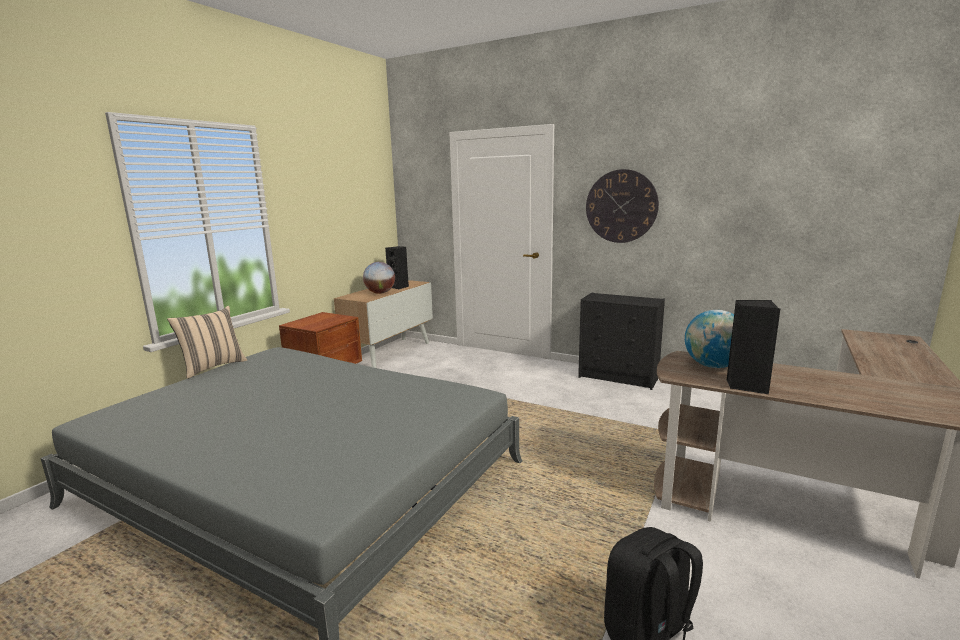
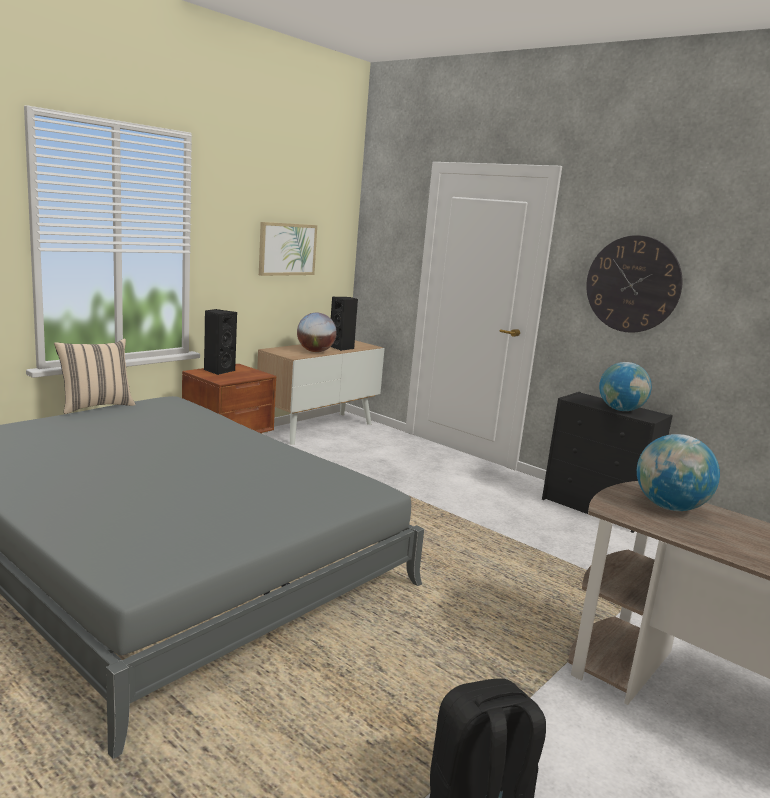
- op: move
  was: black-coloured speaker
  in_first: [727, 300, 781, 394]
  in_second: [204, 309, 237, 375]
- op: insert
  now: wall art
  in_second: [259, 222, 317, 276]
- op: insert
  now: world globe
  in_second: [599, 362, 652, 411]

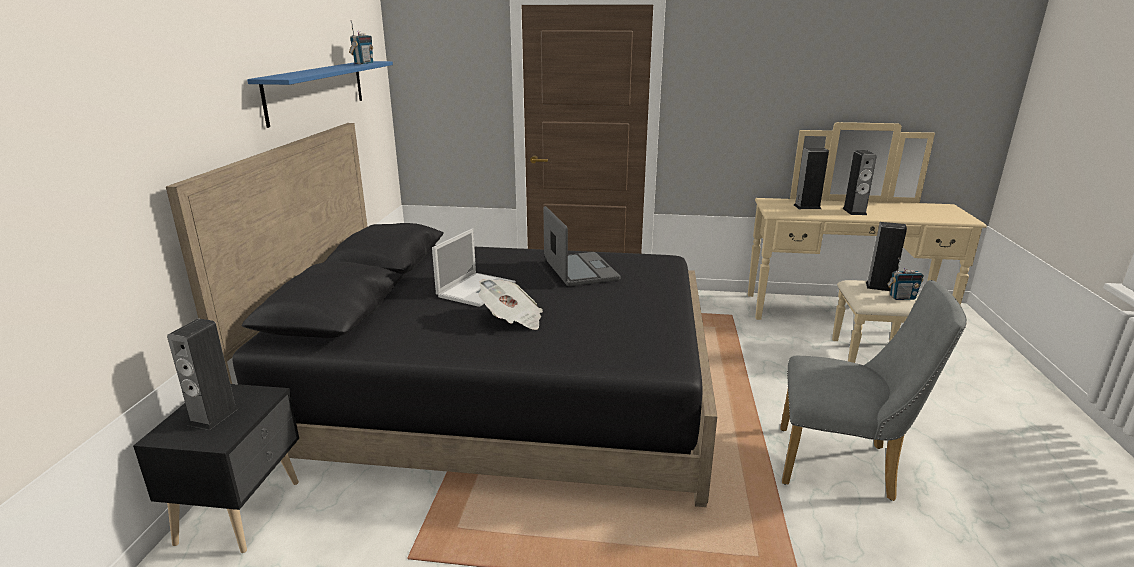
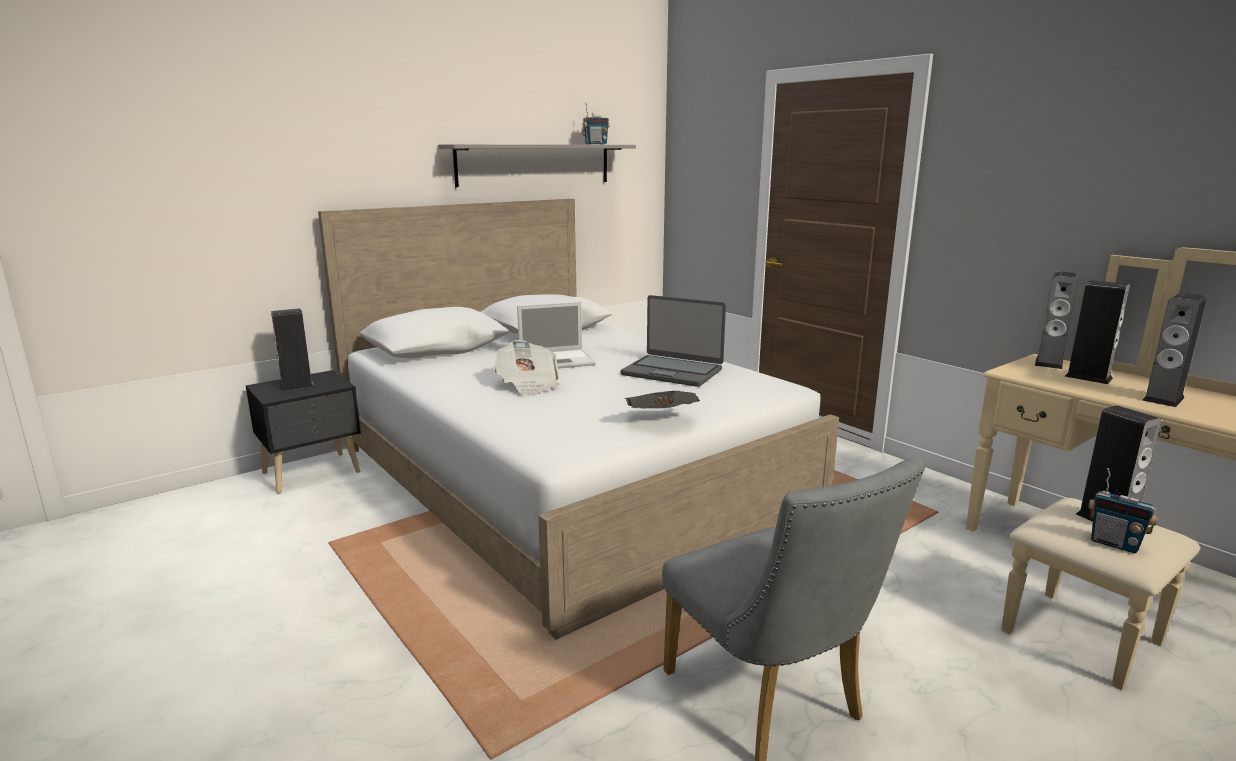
- op: recolor
  was: black-coloured bedroom bed
  now: white bedroom bed
  in_first: [166, 123, 717, 507]
  in_second: [318, 199, 839, 640]
- op: recolor
  was: bluish shelf
  now: gray shelf
  in_first: [247, 61, 393, 128]
  in_second: [438, 144, 636, 187]
- op: rotate
  was: laptop
  in_first: [543, 206, 620, 286]
  in_second: [621, 295, 726, 387]
  clockwise: 90
- op: insert
  now: newspaper
  in_second: [625, 391, 700, 408]
- op: insert
  now: speaker
  in_second: [1035, 272, 1078, 369]

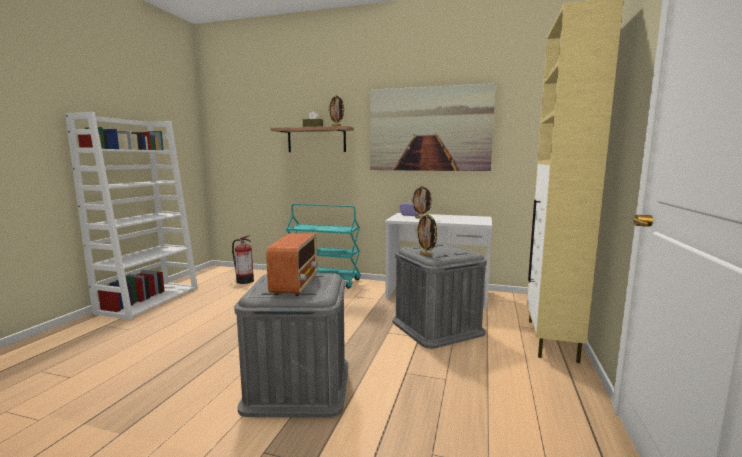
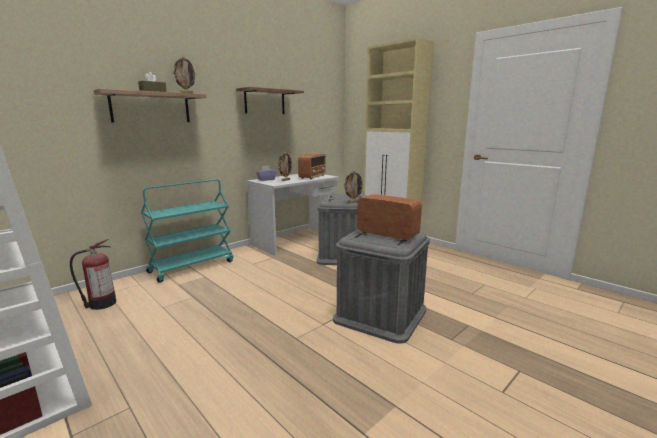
- op: replace
  was: wall art
  now: shelf
  in_first: [370, 83, 496, 171]
  in_second: [236, 87, 304, 114]
- op: insert
  now: radio
  in_second: [298, 154, 326, 179]

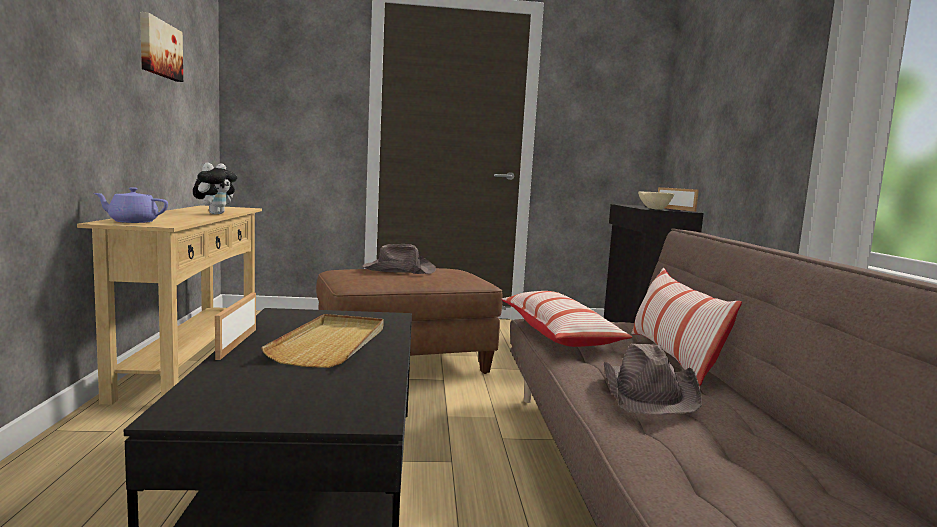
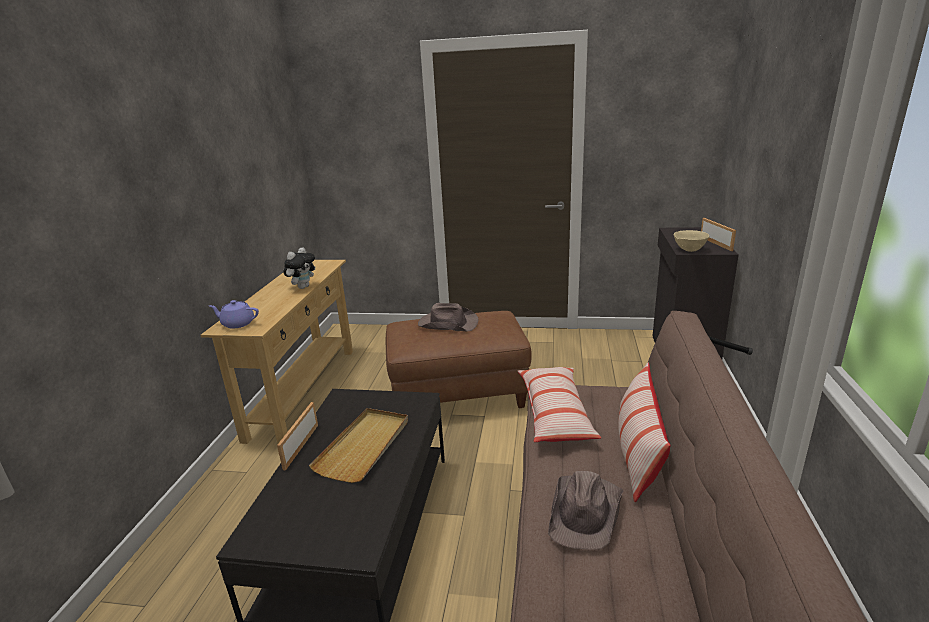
- op: delete
  was: wall art
  in_first: [140, 12, 183, 82]

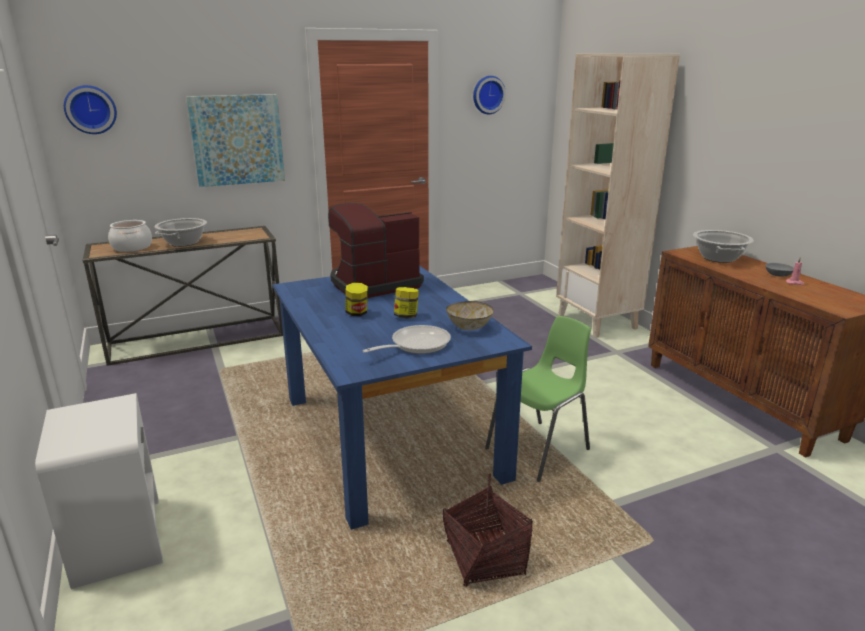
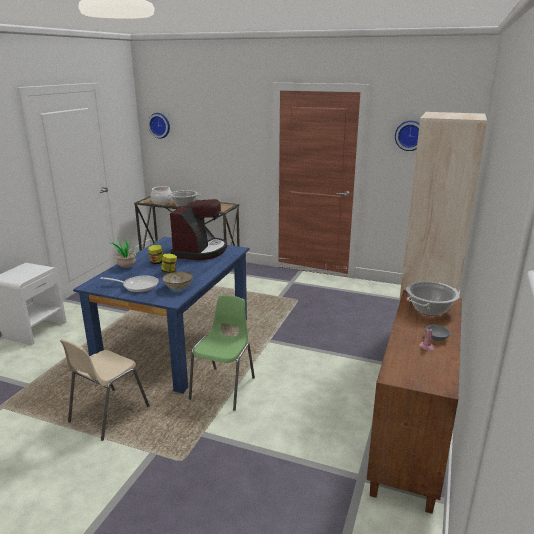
- op: replace
  was: storage basket
  now: sand-coloured upright chair
  in_first: [442, 473, 533, 587]
  in_second: [60, 339, 150, 441]
- op: insert
  now: potted plant
  in_second: [107, 238, 140, 268]
- op: rotate
  was: coffee brewer
  in_first: [328, 203, 424, 298]
  in_second: [170, 199, 227, 260]
  clockwise: 90
- op: rotate
  was: greenish upright chair
  in_first: [485, 316, 591, 482]
  in_second: [189, 295, 255, 411]
  clockwise: -75
- op: delete
  was: wall art
  in_first: [186, 94, 285, 187]

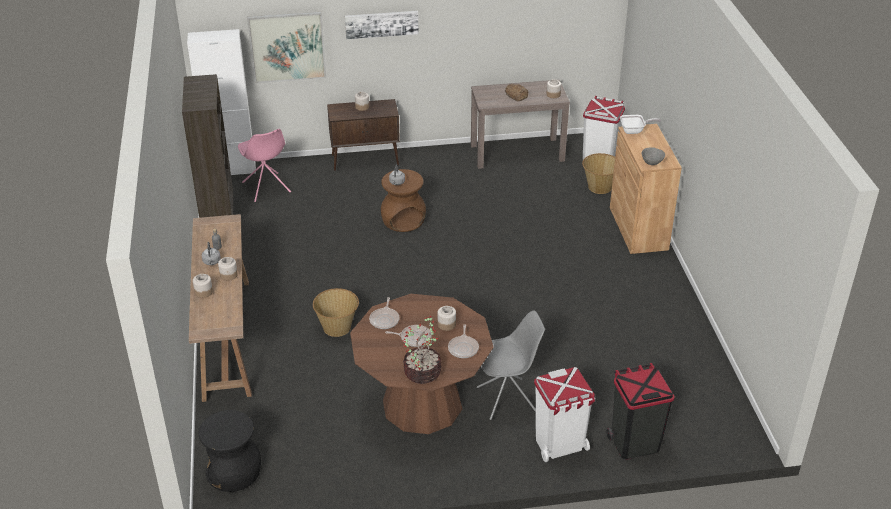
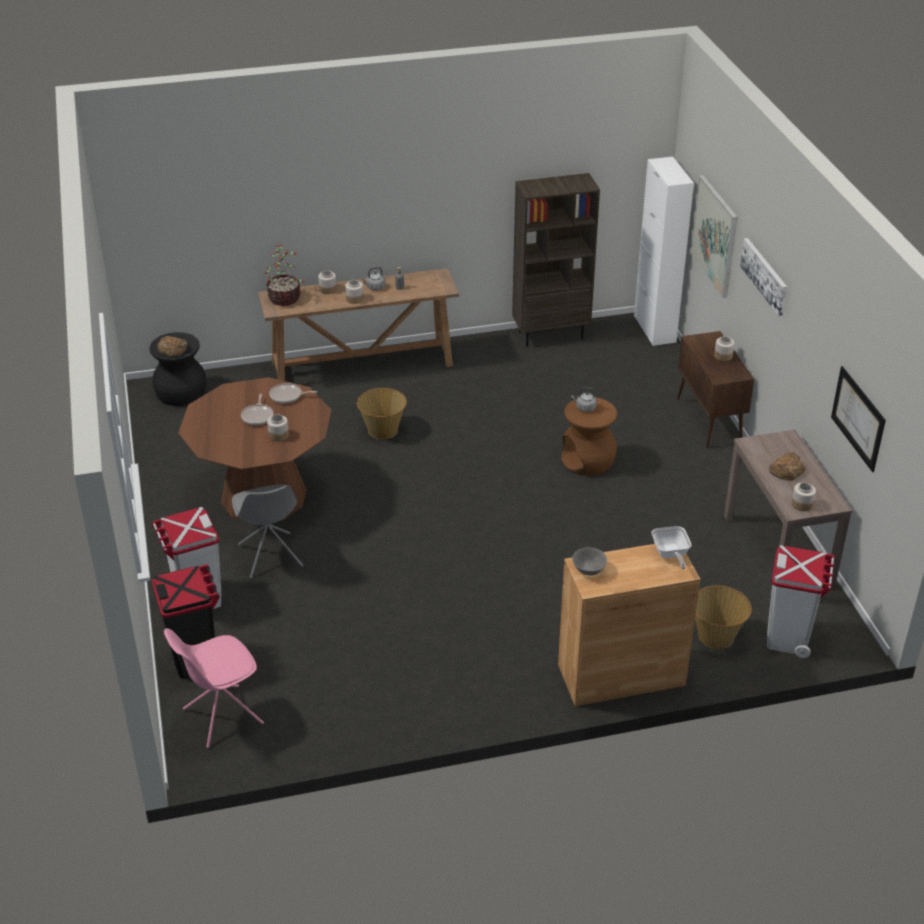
- op: insert
  now: bread
  in_second: [157, 336, 187, 357]
- op: move
  was: pink-coloured upright chair
  in_first: [238, 129, 291, 202]
  in_second: [164, 628, 264, 748]
- op: move
  was: potted plant
  in_first: [403, 316, 441, 384]
  in_second: [265, 246, 305, 306]
- op: insert
  now: wall art
  in_second: [831, 366, 886, 472]
- op: delete
  was: pan
  in_first: [448, 324, 479, 358]

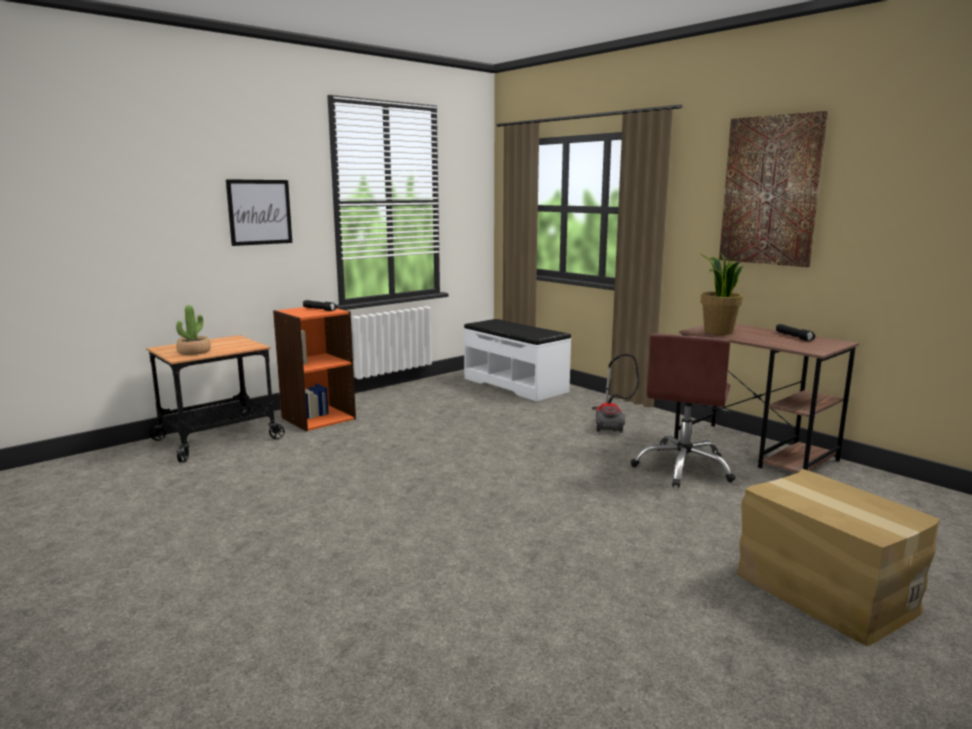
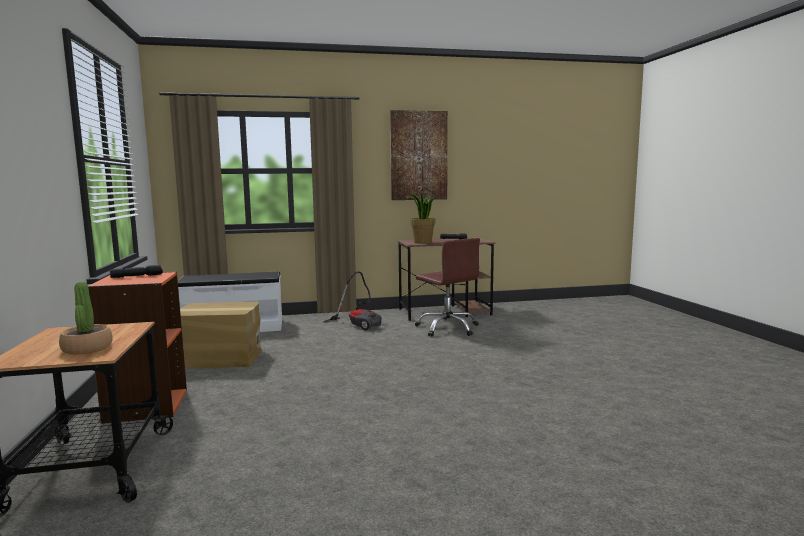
- op: move
  was: carton
  in_first: [737, 469, 940, 646]
  in_second: [180, 302, 262, 369]
- op: delete
  was: wall art
  in_first: [226, 179, 292, 246]

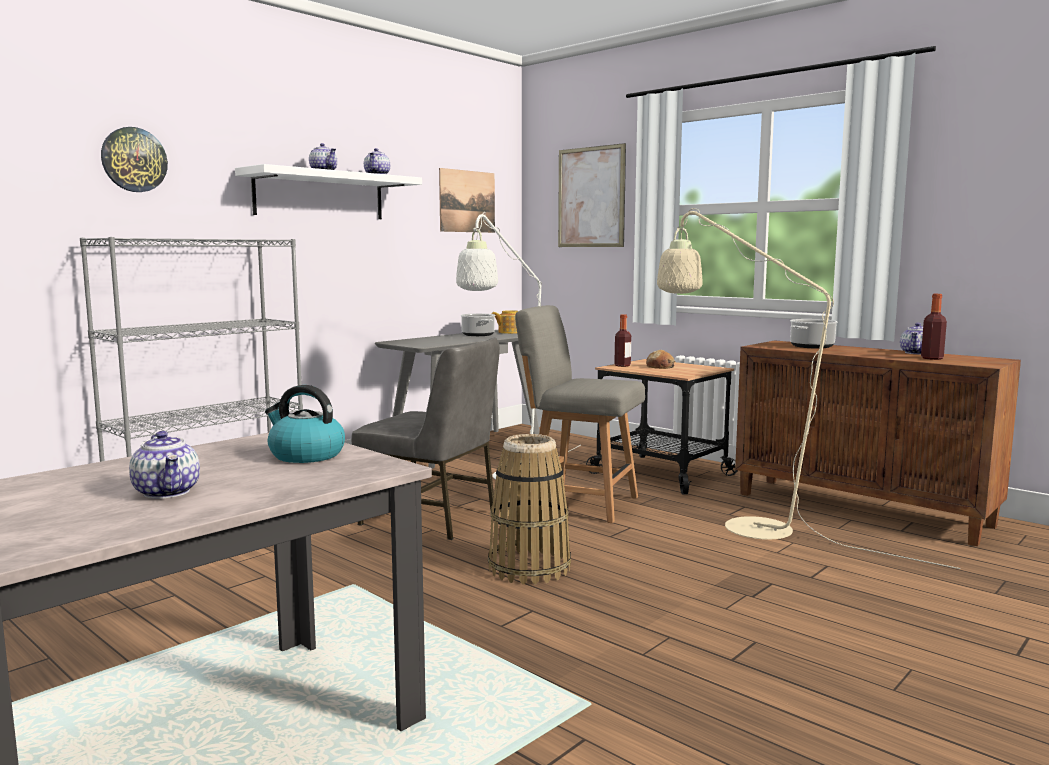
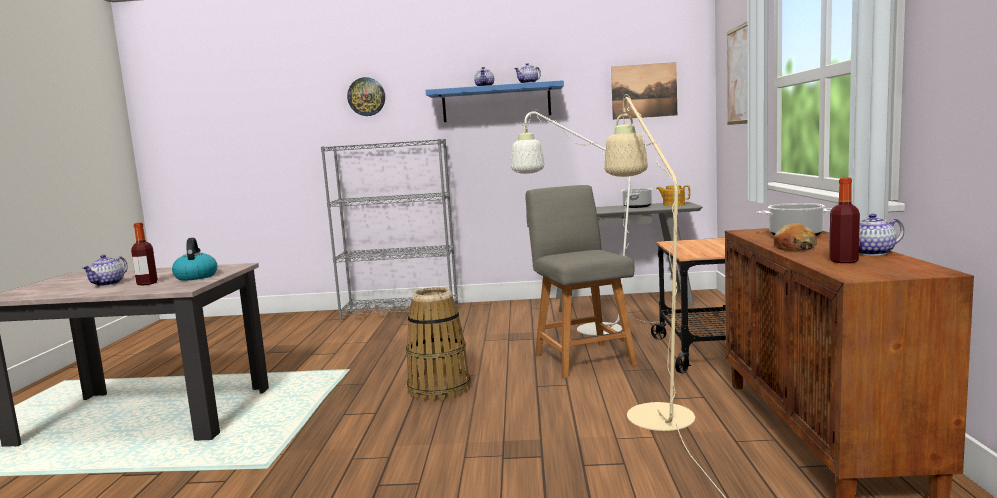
- op: move
  was: drink bottle
  in_first: [614, 314, 631, 367]
  in_second: [131, 223, 158, 285]
- op: recolor
  was: white shelf
  now: bluish shelf
  in_first: [235, 164, 422, 219]
  in_second: [426, 80, 564, 122]
- op: move
  was: bread
  in_first: [646, 350, 675, 369]
  in_second: [774, 223, 817, 251]
- op: delete
  was: gray upright chair
  in_first: [351, 338, 500, 540]

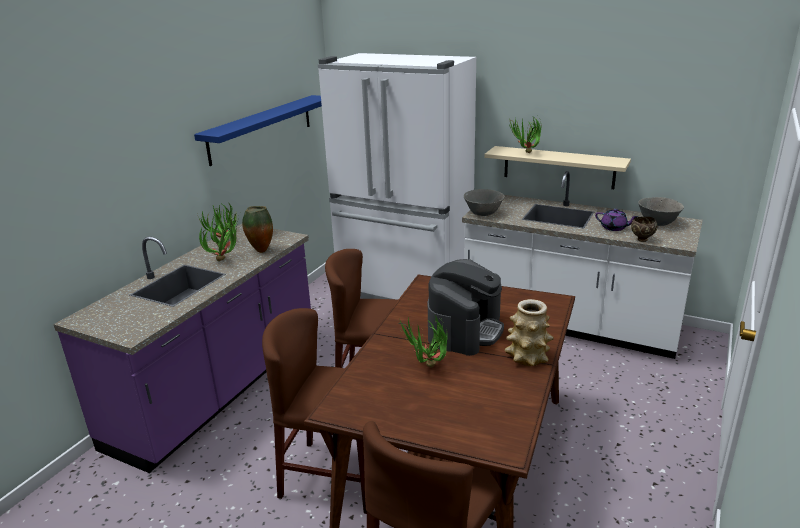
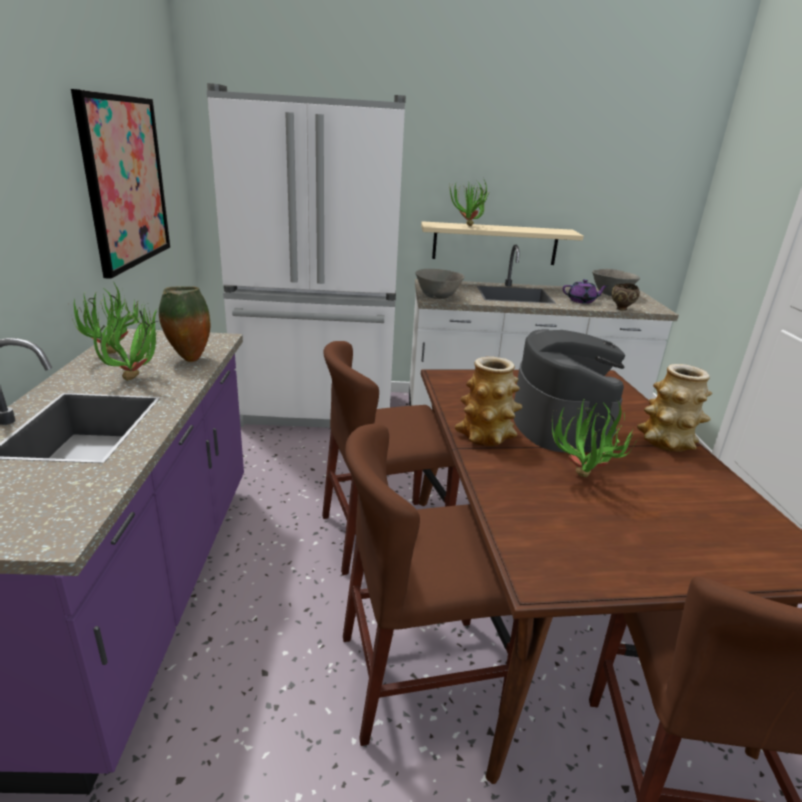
- op: replace
  was: bluish shelf
  now: wall art
  in_first: [194, 95, 322, 166]
  in_second: [71, 89, 170, 279]
- op: insert
  now: flower vase
  in_second: [455, 356, 522, 446]

